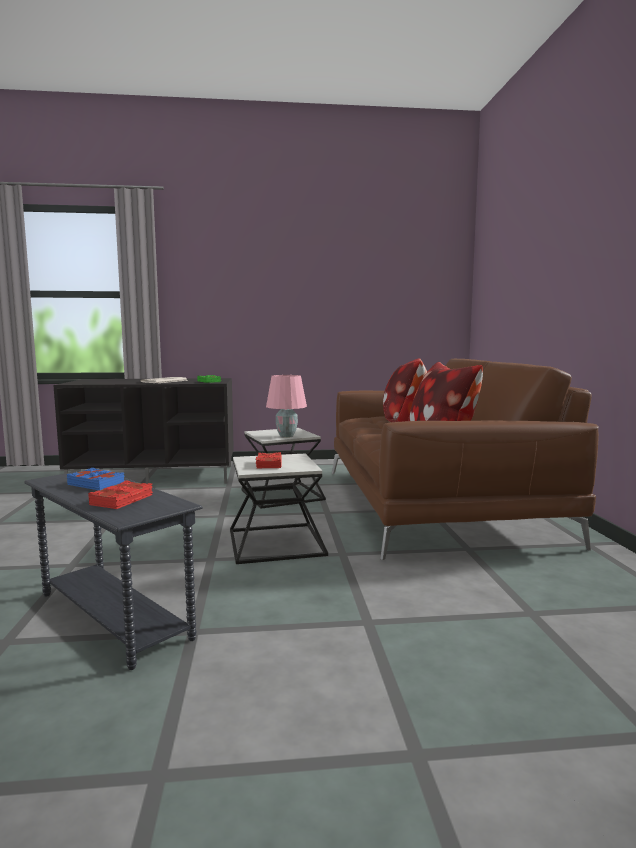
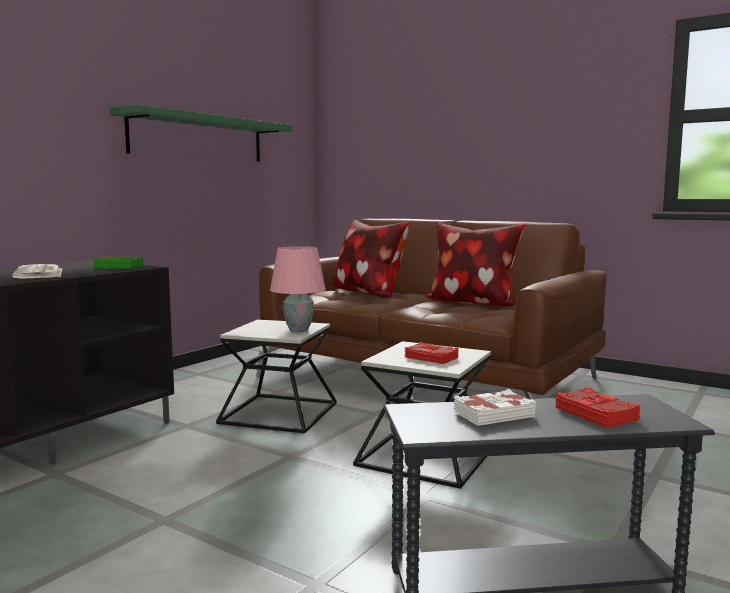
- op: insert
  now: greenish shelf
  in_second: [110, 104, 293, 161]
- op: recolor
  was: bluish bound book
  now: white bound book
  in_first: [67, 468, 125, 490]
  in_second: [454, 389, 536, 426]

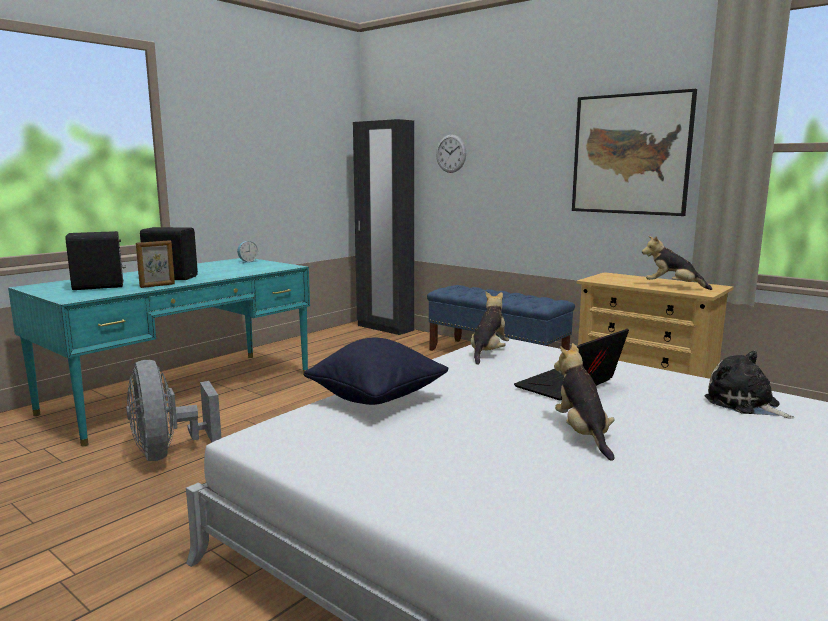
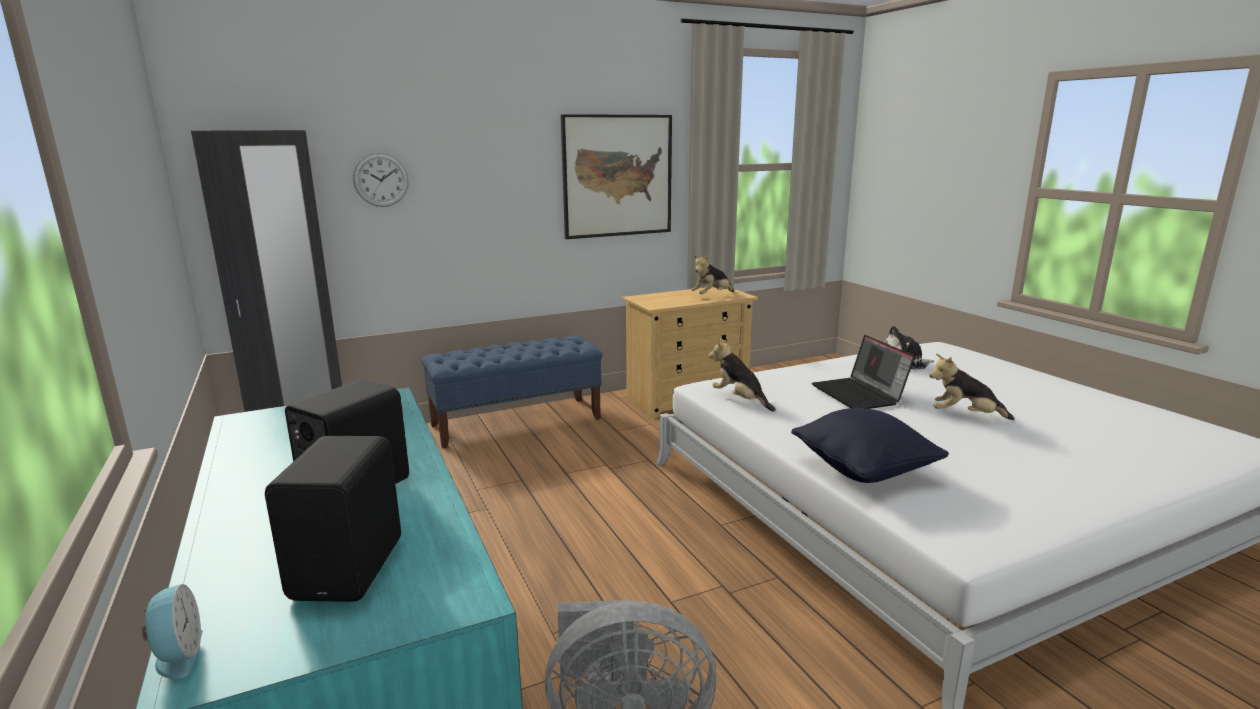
- op: move
  was: alarm clock
  in_first: [237, 241, 258, 264]
  in_second: [142, 584, 203, 679]
- op: delete
  was: standing frame
  in_first: [136, 240, 175, 288]

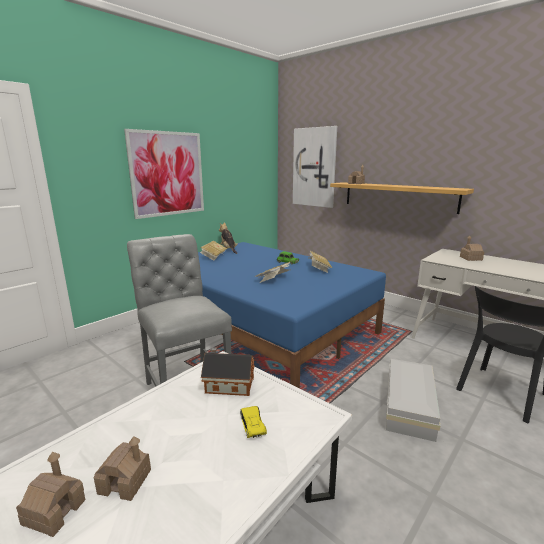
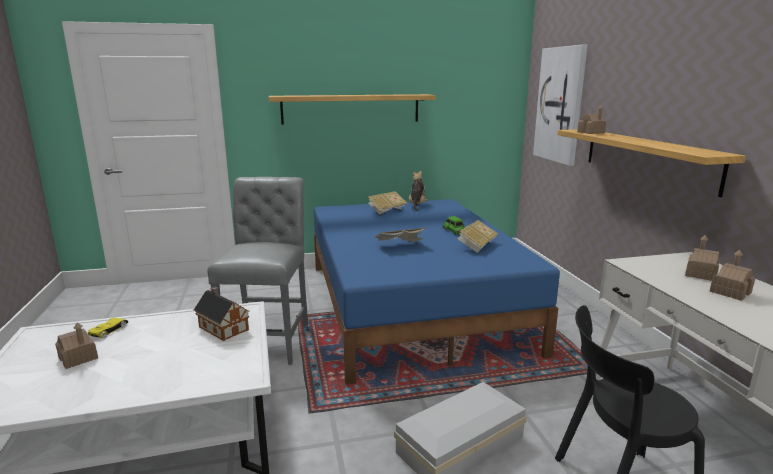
- op: move
  was: yellowish toy car
  in_first: [240, 406, 267, 438]
  in_second: [88, 318, 128, 338]
- op: replace
  was: wall art
  now: shelf
  in_first: [124, 129, 204, 219]
  in_second: [269, 94, 436, 125]
- op: move
  was: model house
  in_first: [16, 452, 86, 537]
  in_second: [710, 250, 755, 301]

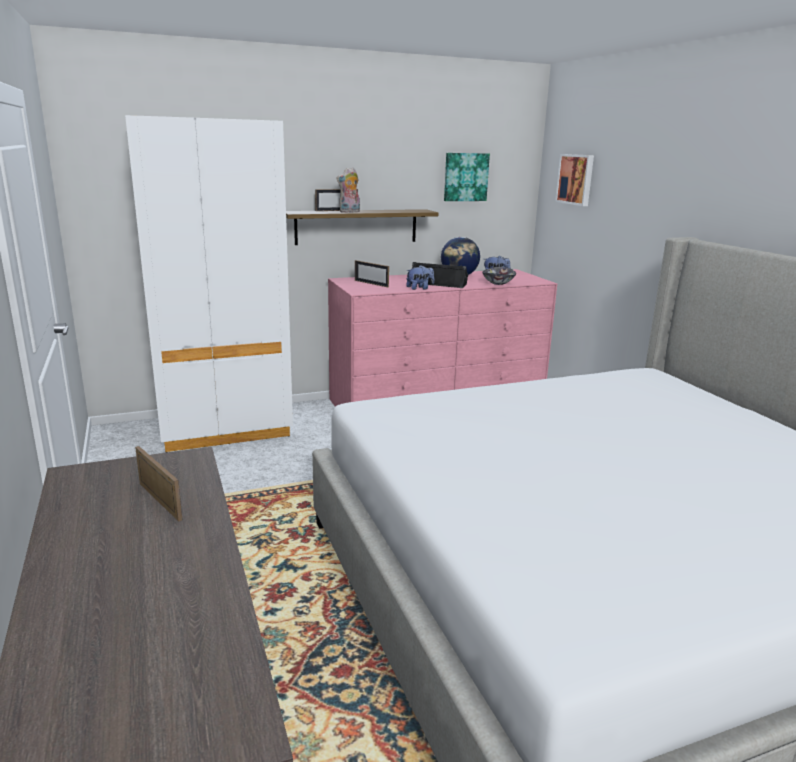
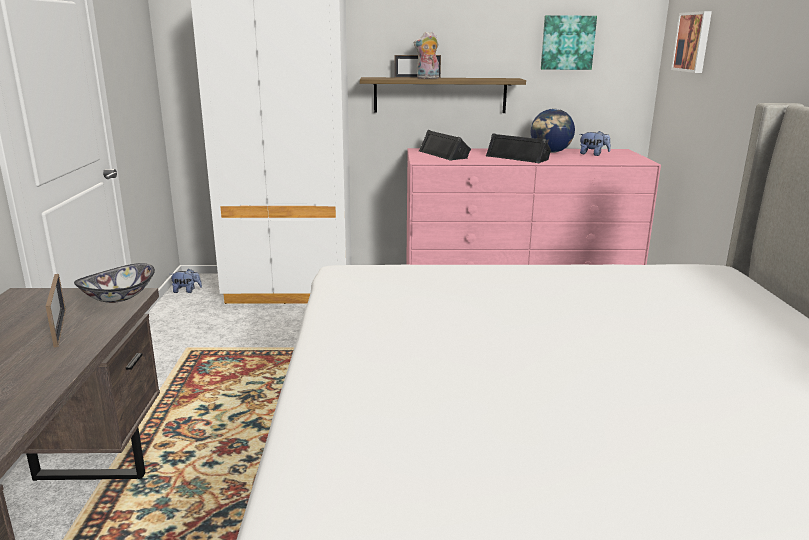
- op: move
  was: bowl
  in_first: [482, 267, 516, 285]
  in_second: [74, 263, 155, 303]
- op: move
  was: soft toy
  in_first: [406, 265, 434, 290]
  in_second: [171, 269, 202, 293]
- op: replace
  was: standing frame
  now: black-coloured speaker
  in_first: [355, 260, 389, 287]
  in_second: [419, 130, 471, 161]

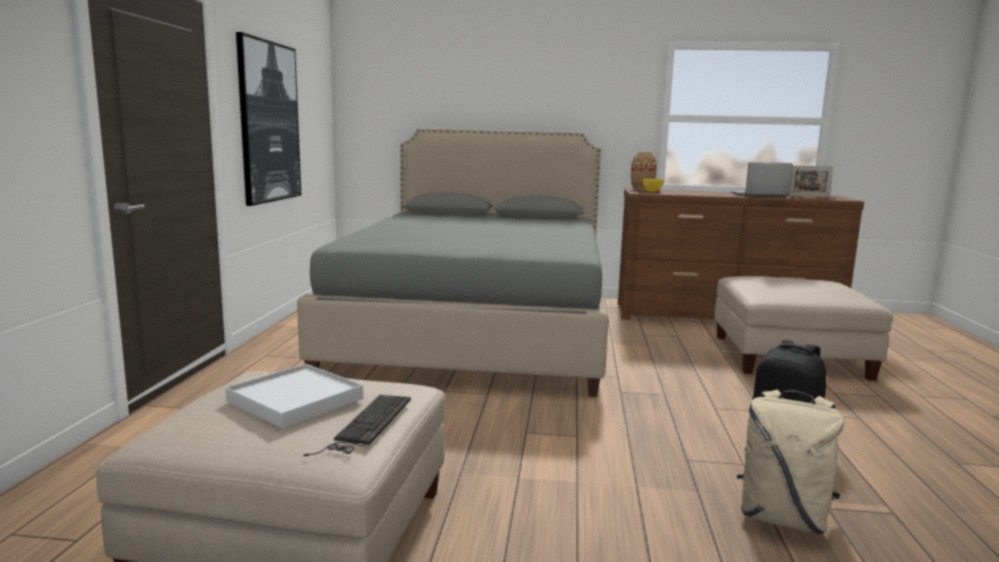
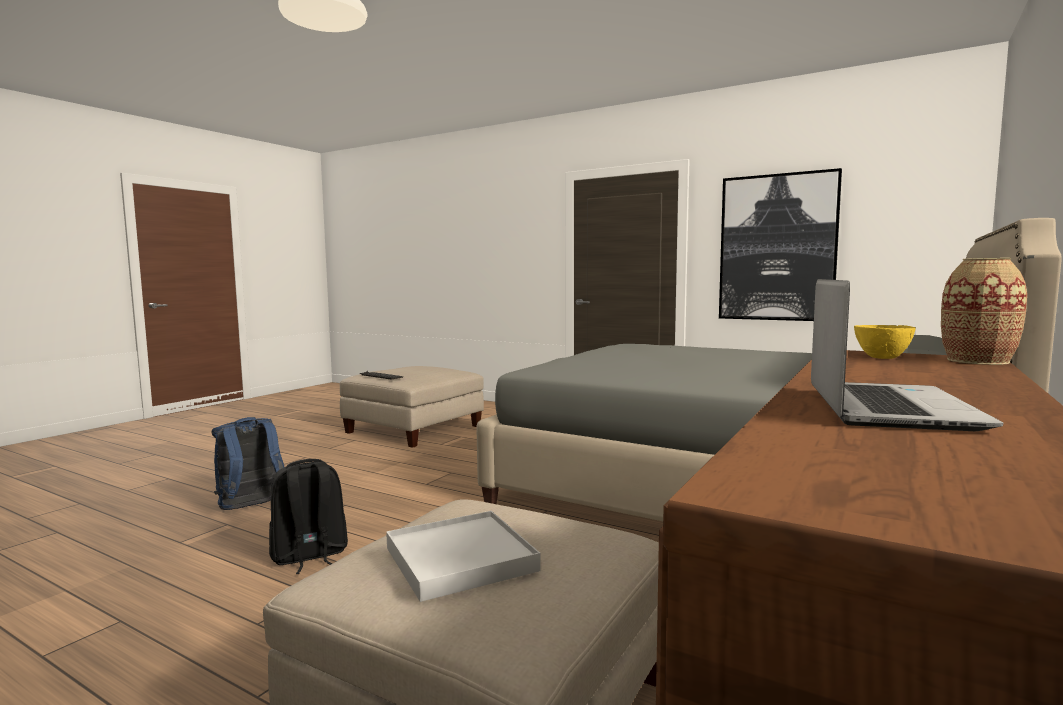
- op: recolor
  was: sand-coloured rucksack
  now: bluish rucksack
  in_first: [737, 390, 844, 534]
  in_second: [212, 417, 284, 510]
- op: move
  was: white serving tray
  in_first: [225, 364, 363, 428]
  in_second: [386, 511, 541, 602]
- op: delete
  was: standing frame
  in_first: [788, 166, 833, 197]

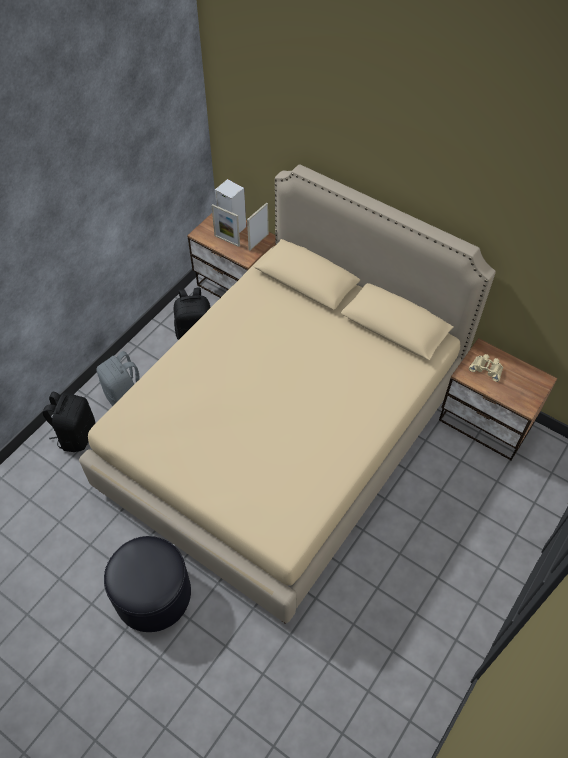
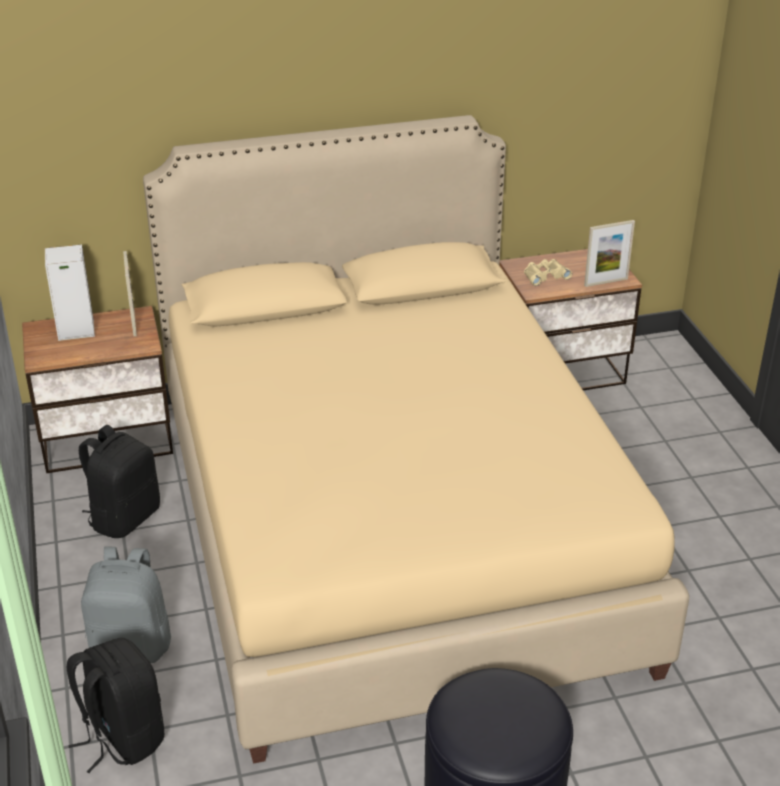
- op: move
  was: standing frame
  in_first: [211, 204, 240, 247]
  in_second: [584, 220, 635, 287]

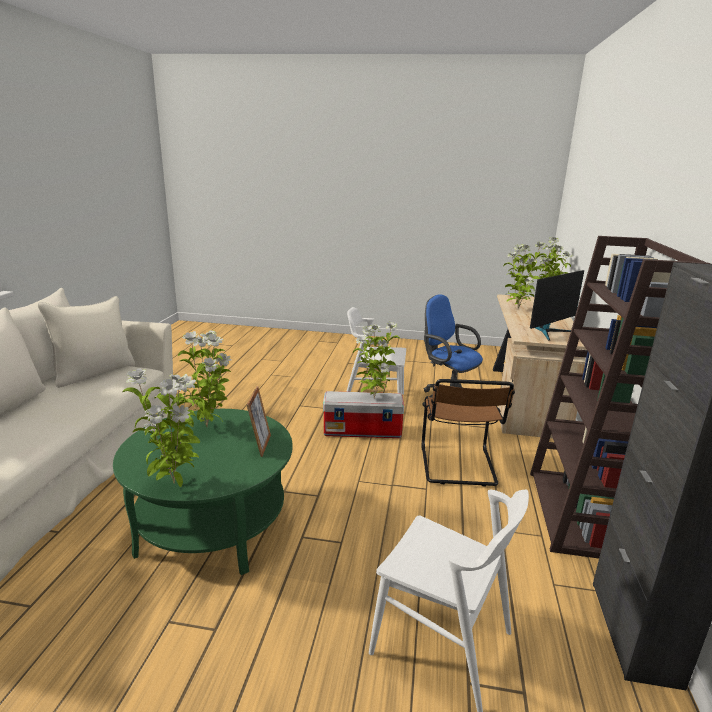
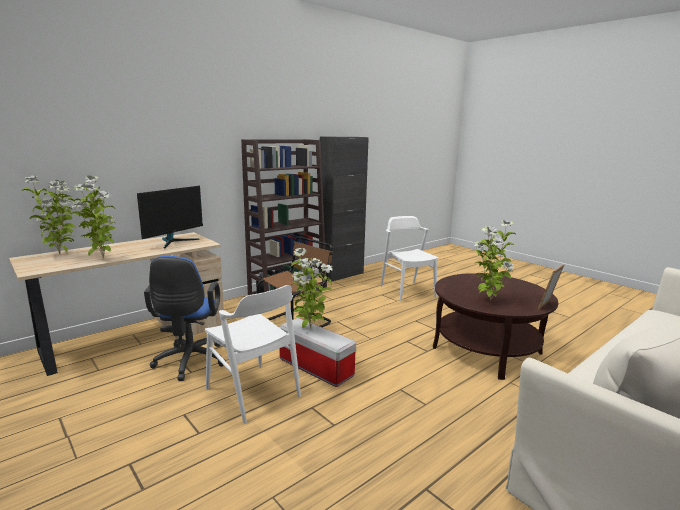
- op: rotate
  was: computer screen
  in_first: [530, 270, 584, 341]
  in_second: [137, 186, 203, 248]
  clockwise: 120
- op: recolor
  was: greenish coffee table
  now: brown-coloured coffee table
  in_first: [113, 409, 293, 575]
  in_second: [433, 273, 558, 380]
- op: move
  was: standing frame
  in_first: [247, 386, 271, 457]
  in_second: [538, 264, 564, 309]
- op: delete
  was: potted plant
  in_first: [122, 368, 203, 487]

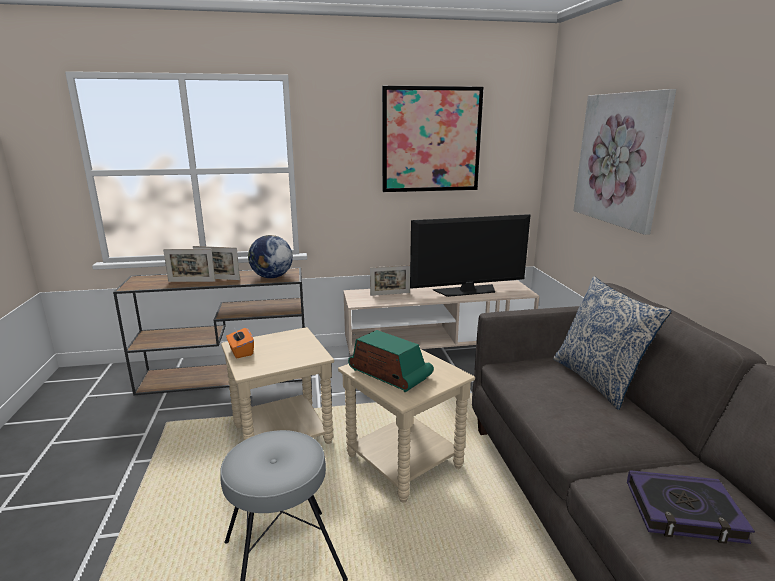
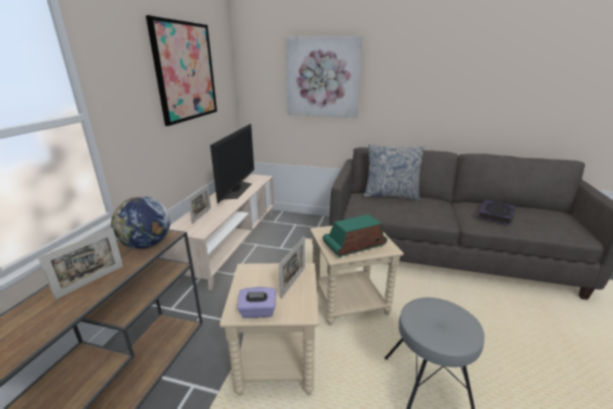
- op: recolor
  was: orangey tissue holder
  now: purplish tissue holder
  in_first: [226, 327, 254, 358]
  in_second: [237, 287, 276, 318]
- op: move
  was: standing frame
  in_first: [163, 249, 215, 282]
  in_second: [279, 236, 305, 299]

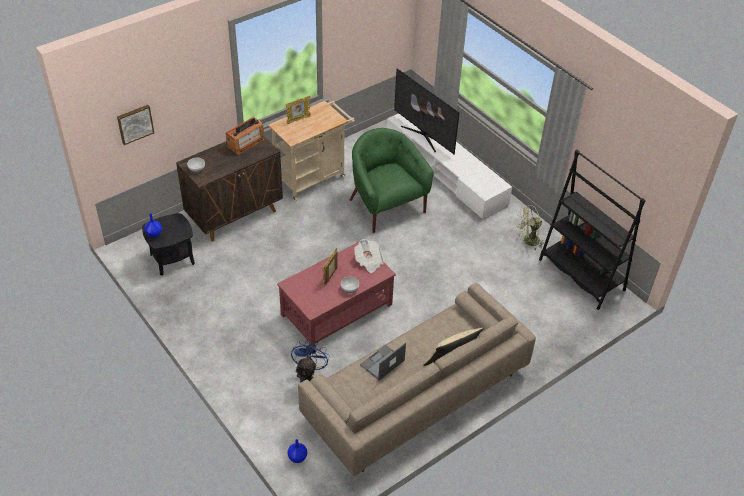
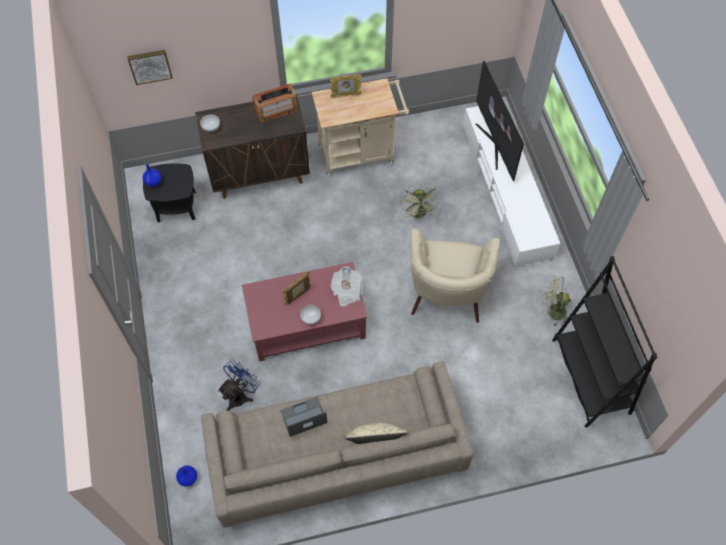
- op: replace
  was: greenish lounge chair
  now: greenish cooling fan
  in_first: [350, 128, 434, 233]
  in_second: [400, 186, 441, 219]
- op: insert
  now: sand-coloured lounge chair
  in_second: [411, 229, 500, 323]

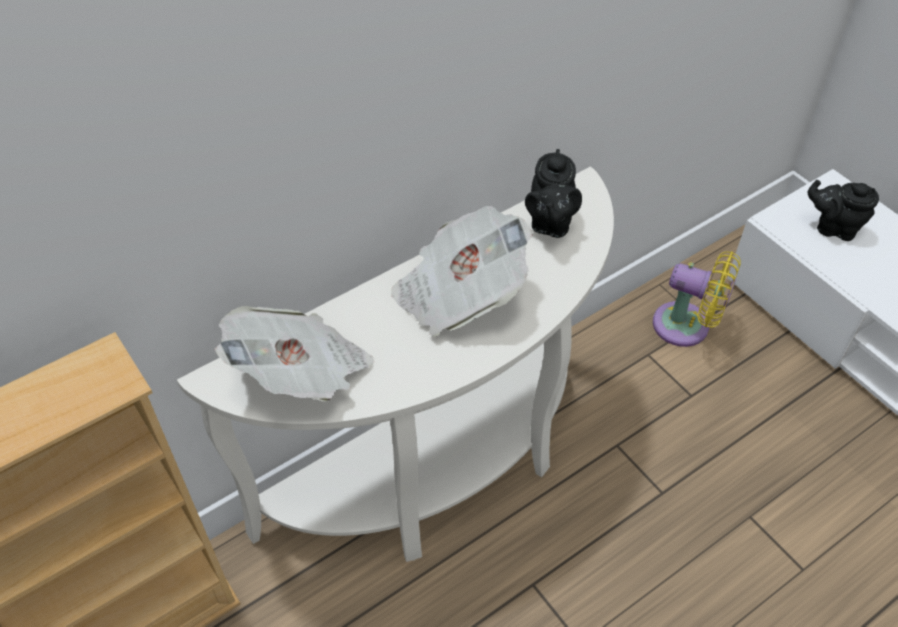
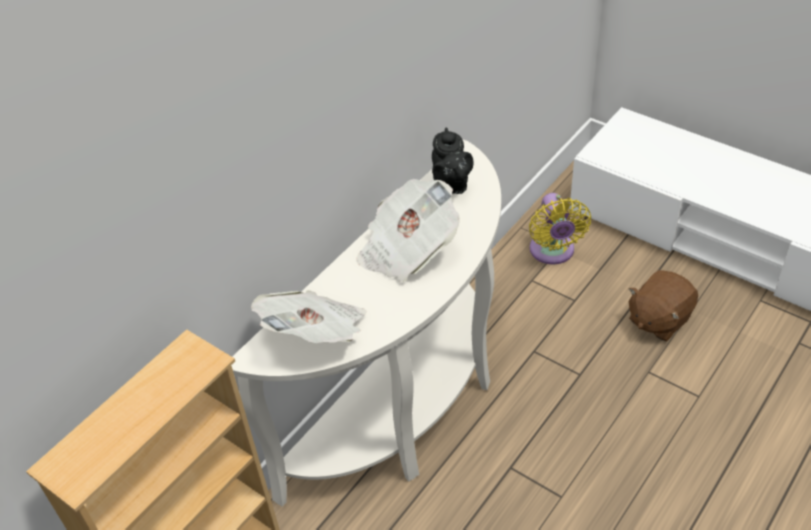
- op: rotate
  was: yellowish cooling fan
  in_first: [653, 251, 741, 347]
  in_second: [529, 193, 591, 264]
  clockwise: 75
- op: insert
  now: brown-coloured soft toy
  in_second: [629, 270, 698, 341]
- op: delete
  was: black-coloured tea pot
  in_first: [808, 180, 879, 241]

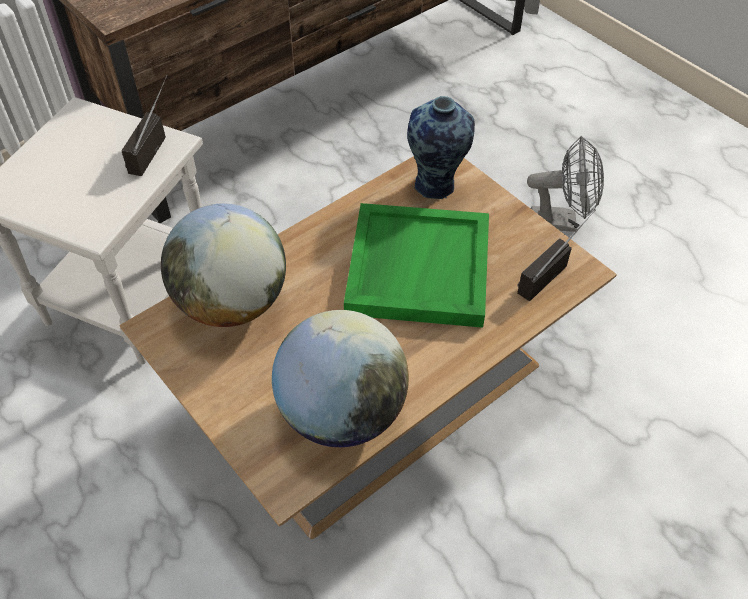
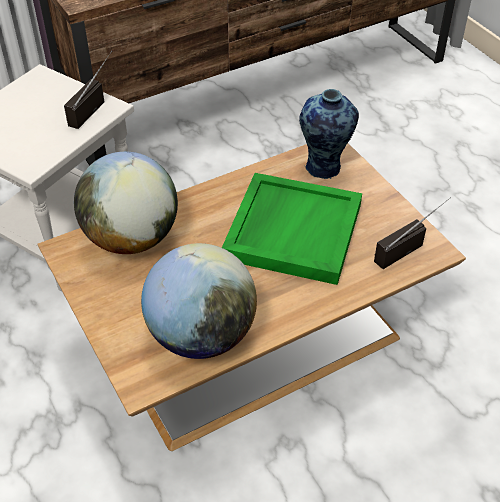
- op: delete
  was: gray cooling fan
  in_first: [527, 136, 604, 232]

